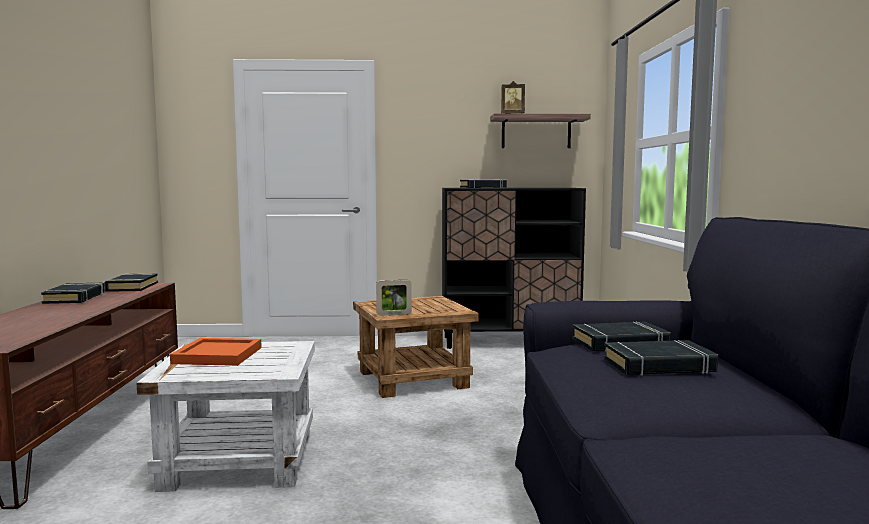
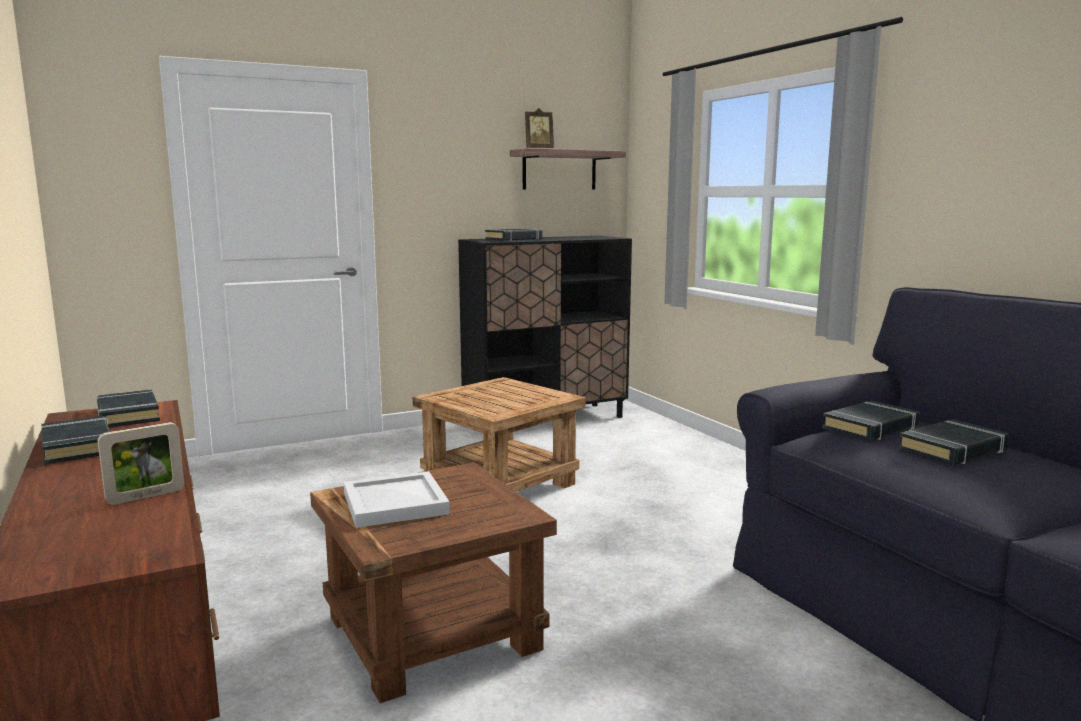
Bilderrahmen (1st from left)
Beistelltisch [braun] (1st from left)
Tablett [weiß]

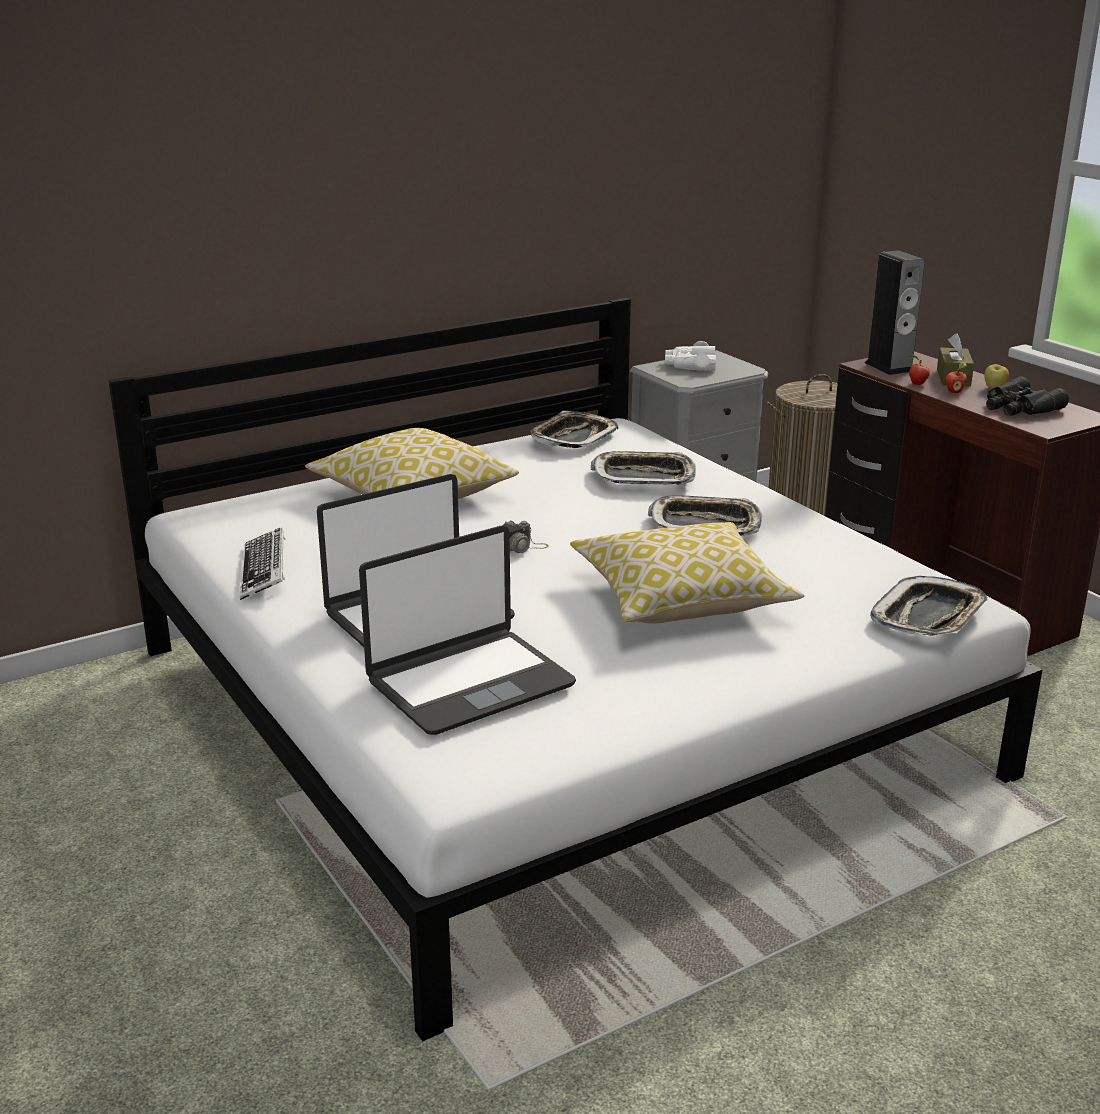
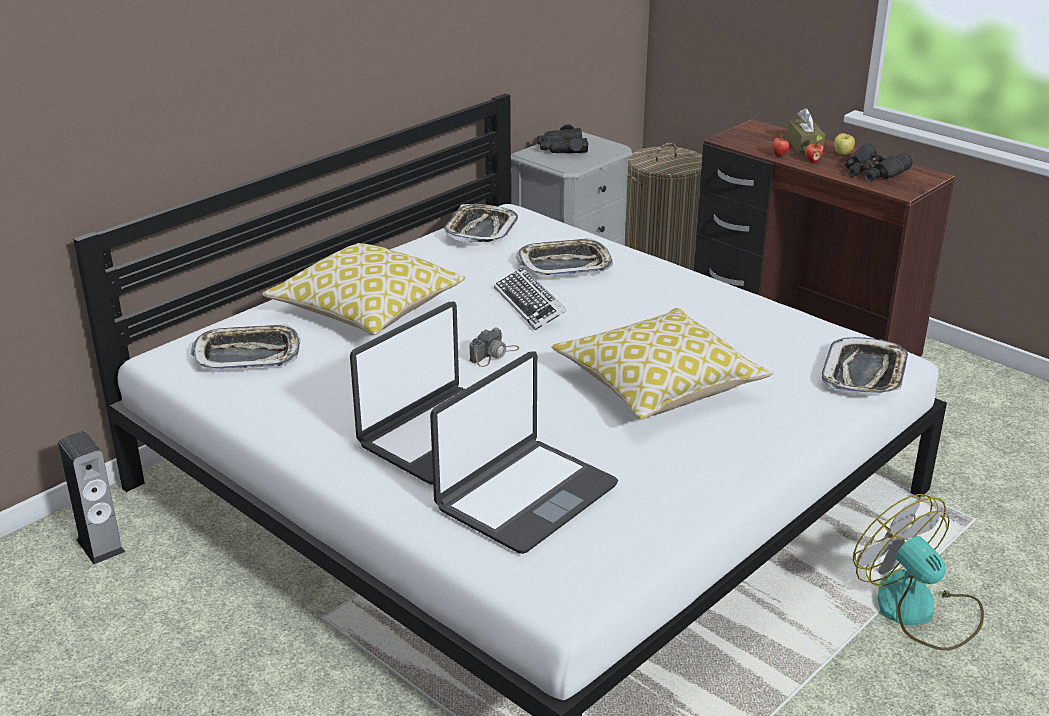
Ventilator
Tastatur
Tablett (1st from left)
Lautsprecher
Fernglas [schwarz] (1st from left)

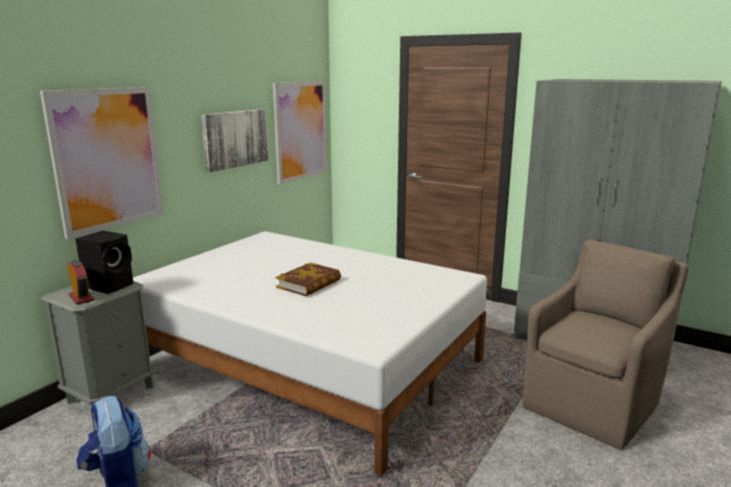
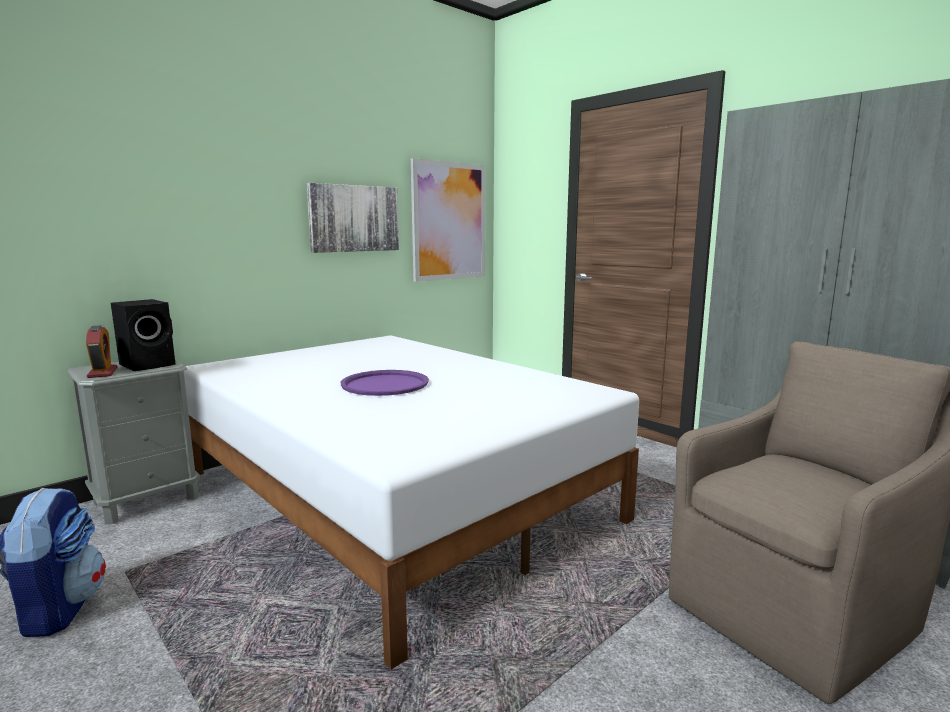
Bild (1st from left in the first image)
Tablett [lila]

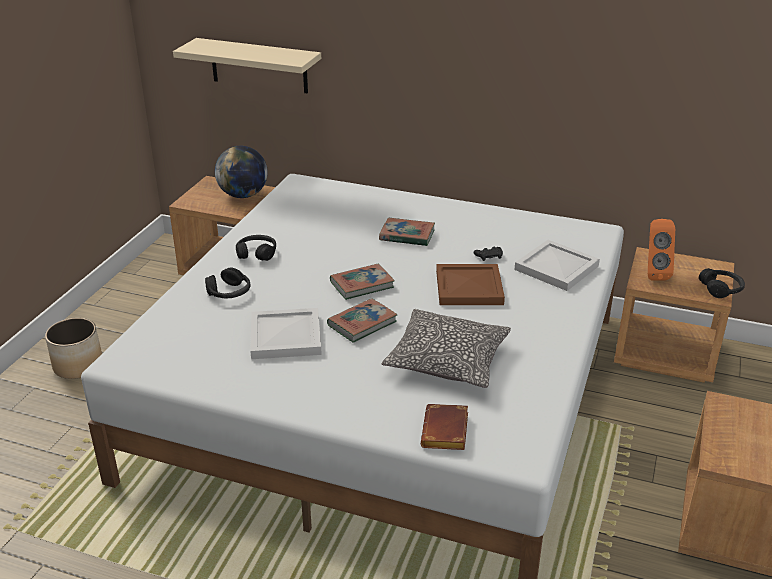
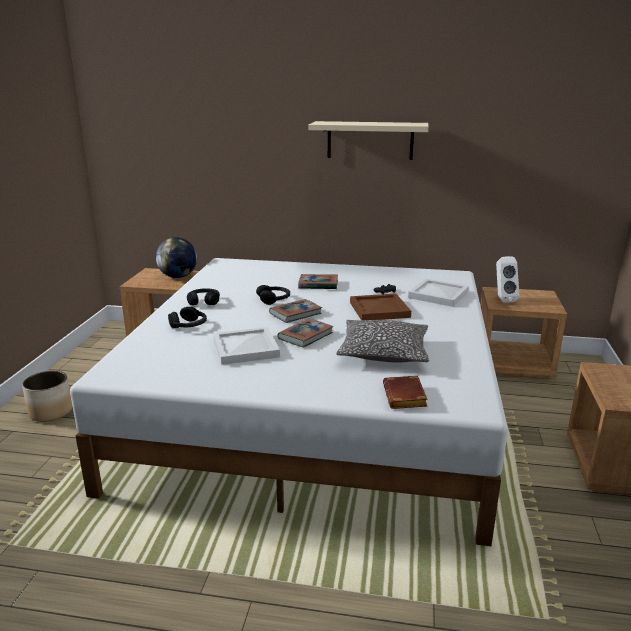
Wandregal [beige]
Kopfhörer [schwarz] (3rd from left)
Lautsprecher [weiß]

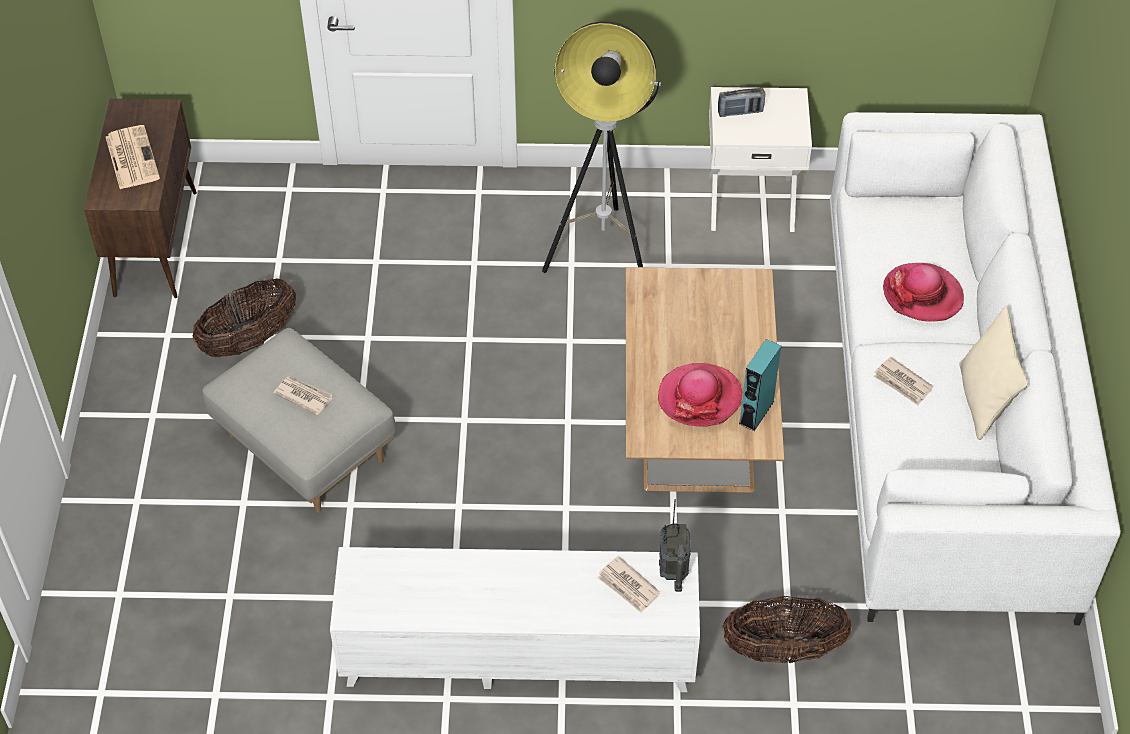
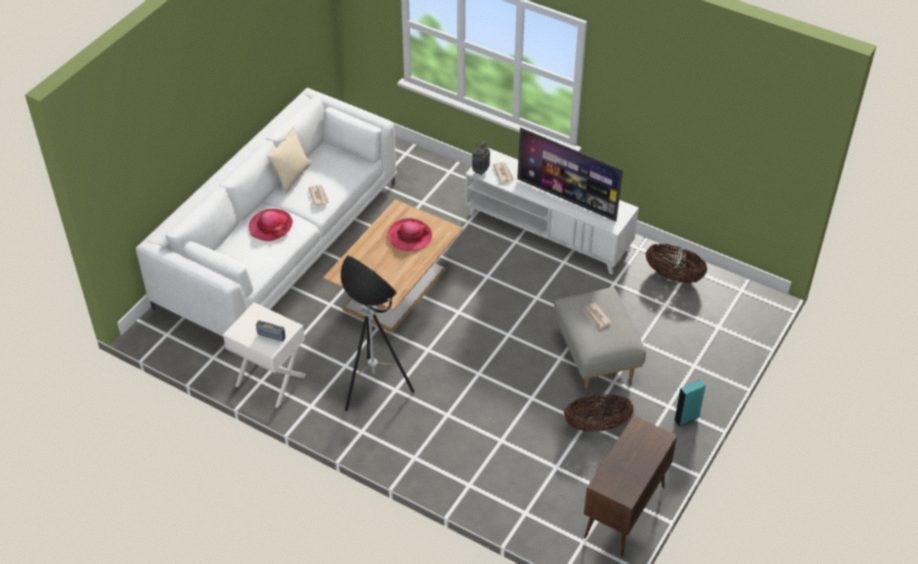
Zeitung (1st from left in the first image)
Fernseher
Korb (2nd from left)
Lautsprecher [türkis]

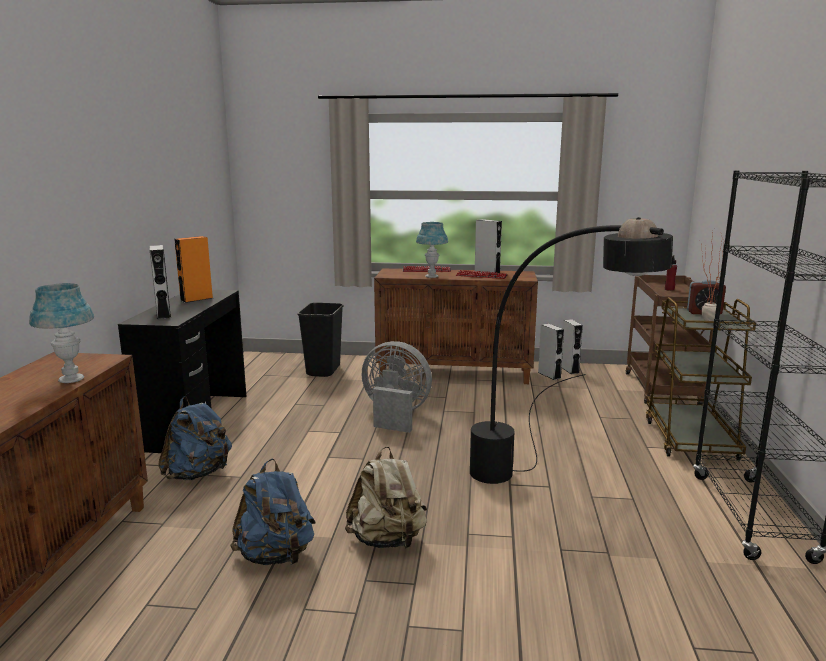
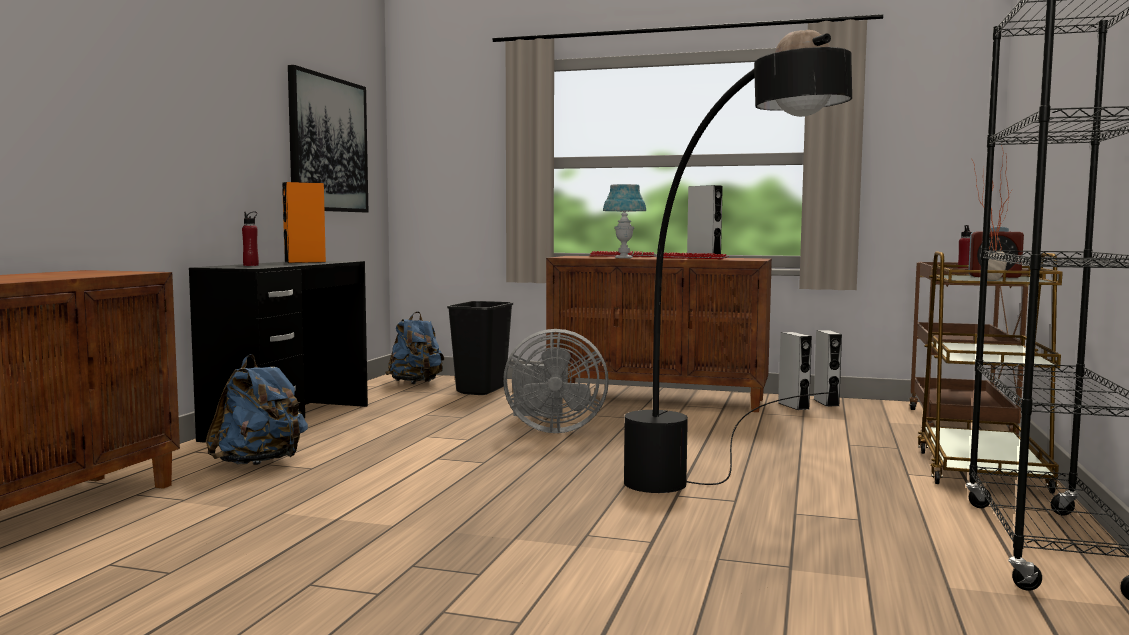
Tischlampe [blau] (1st from left in the first image)
Rucksack [beige]
Bild
Rucksack [blau] (2nd from left)
Flasche [rot] (1st from left)
Ventilator [grau]

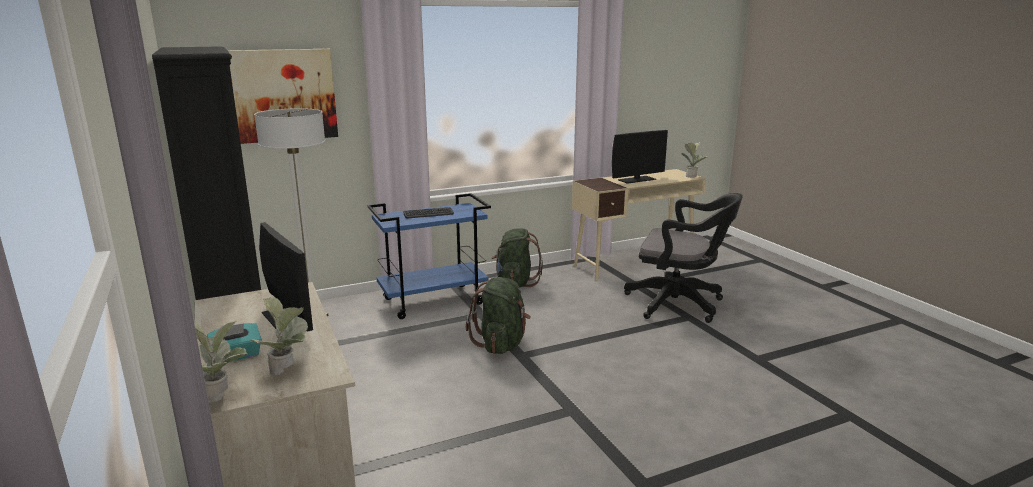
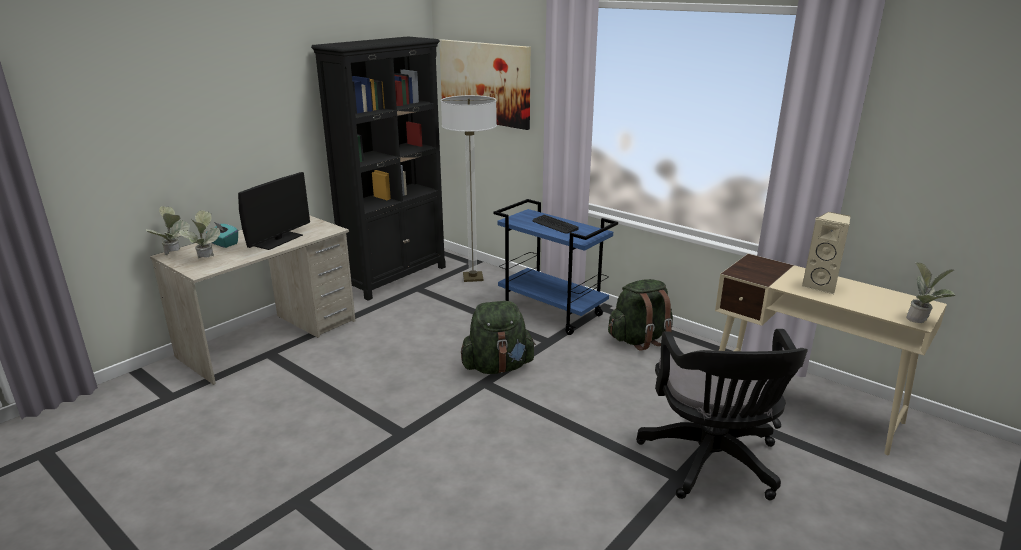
Lautsprecher [beige]

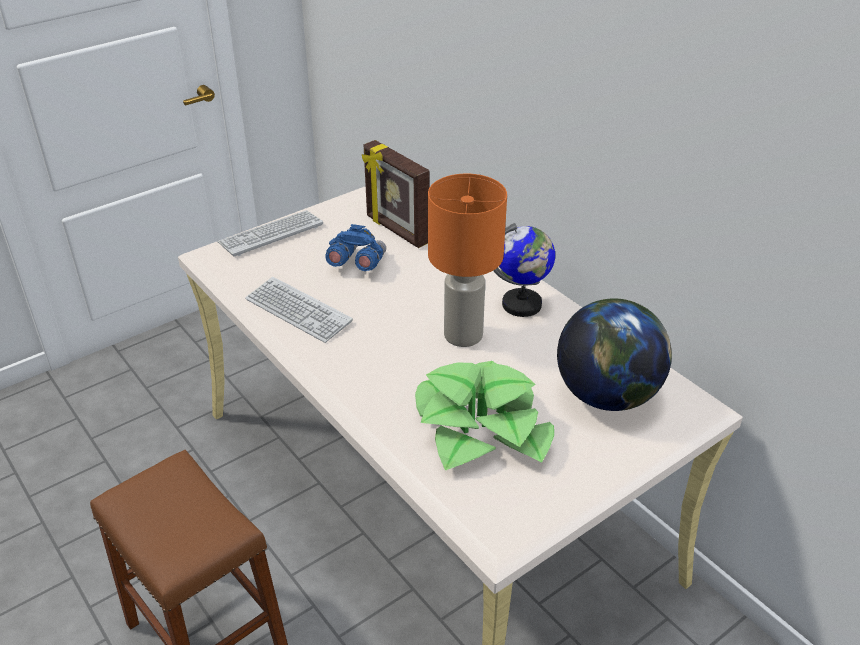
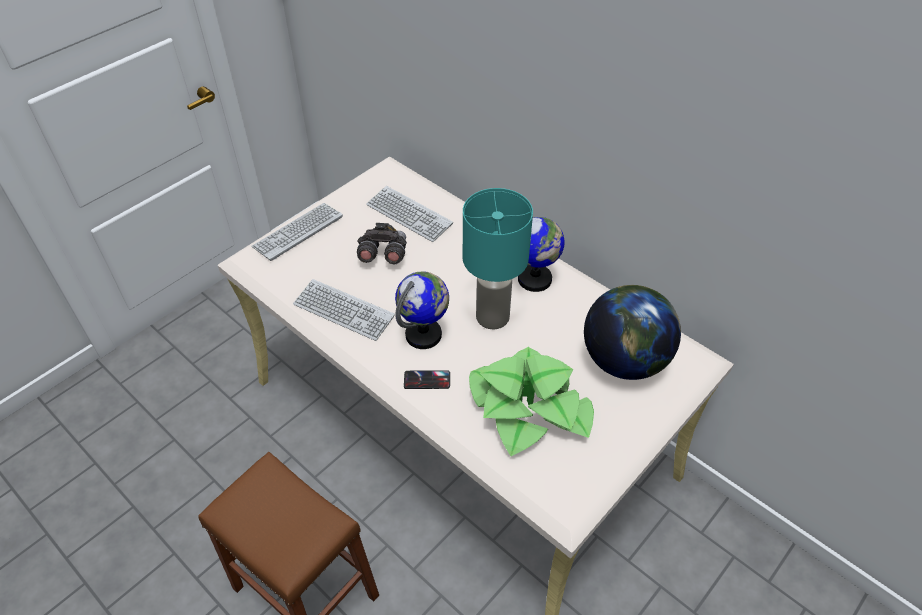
Globus (1st from left)
Handy
Tastatur (3rd from left)
Fernglas [grau]
Tischlampe [türkis]

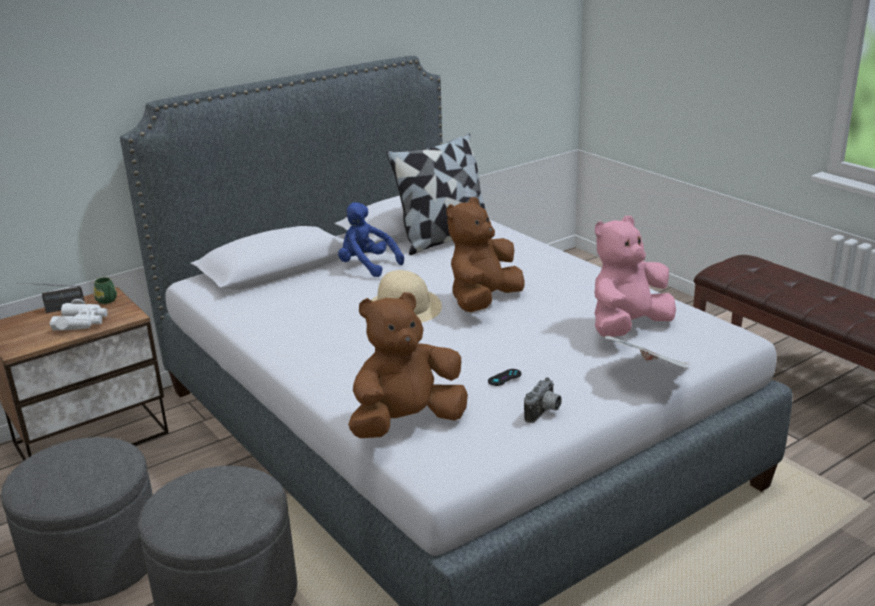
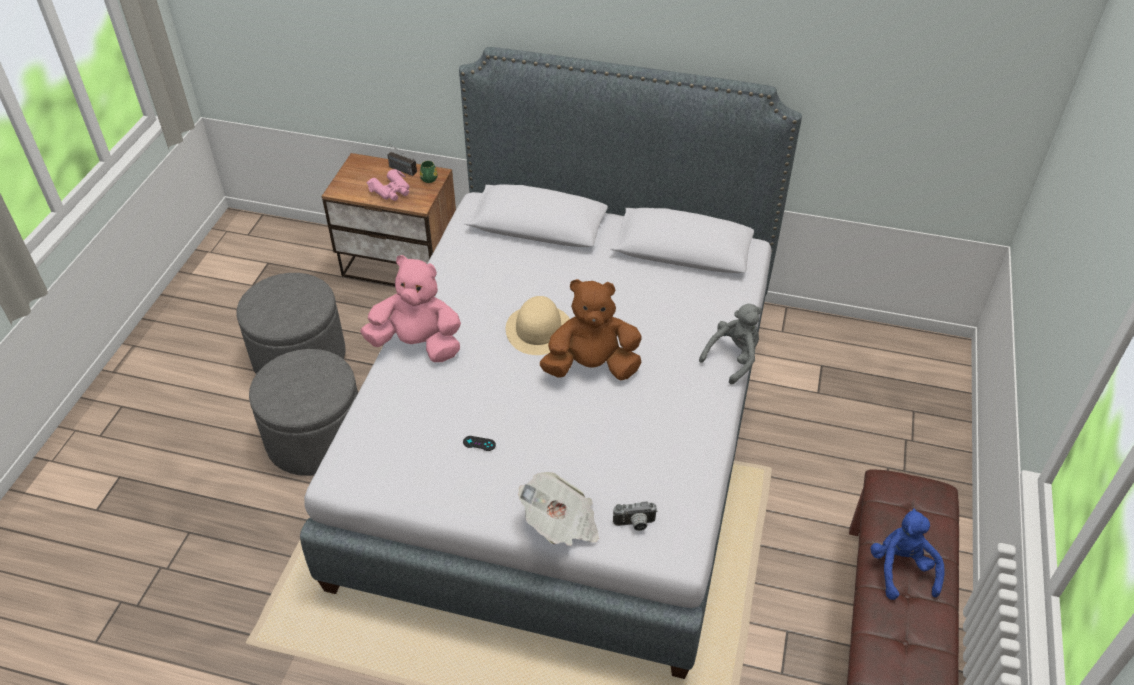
Plüschtier [braun] (1st from left in the first image)
Kissen
Plüschtier [grau]
Plüschtier [blau]
Kamera
Plüschtier [rosa]
Fernglas [rosa]

